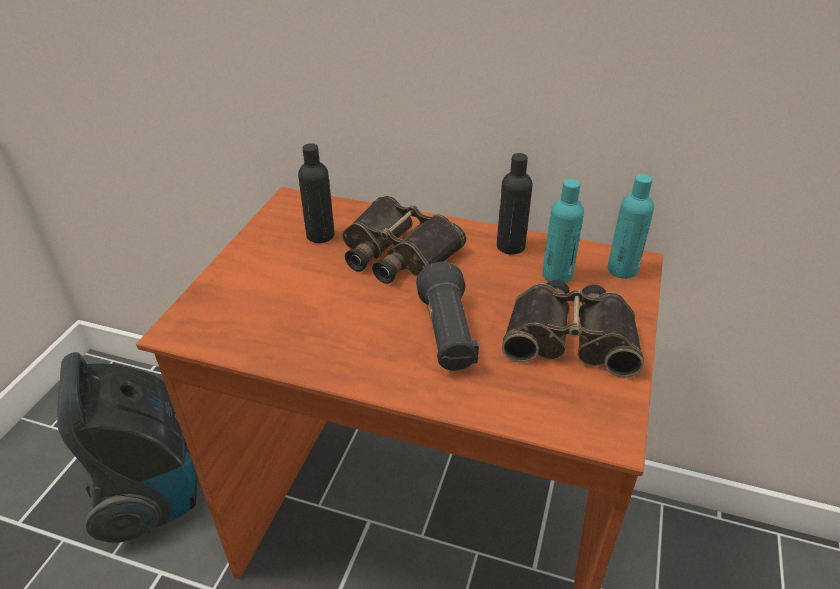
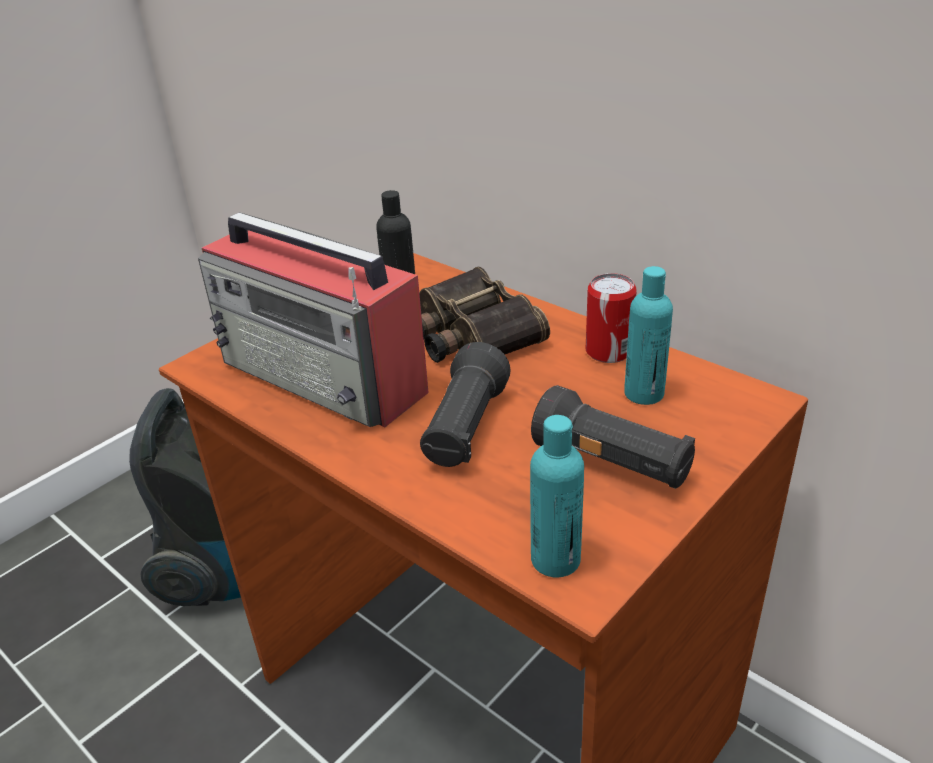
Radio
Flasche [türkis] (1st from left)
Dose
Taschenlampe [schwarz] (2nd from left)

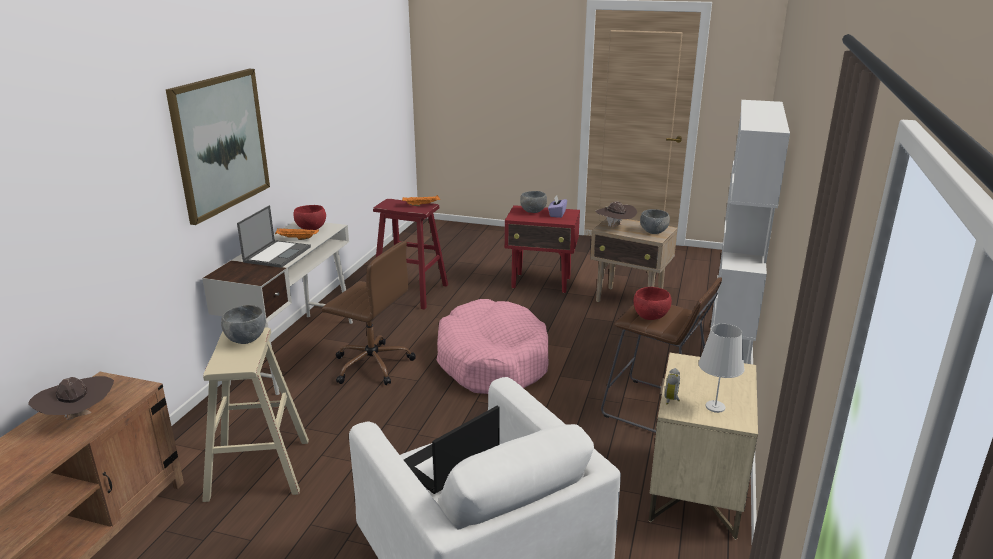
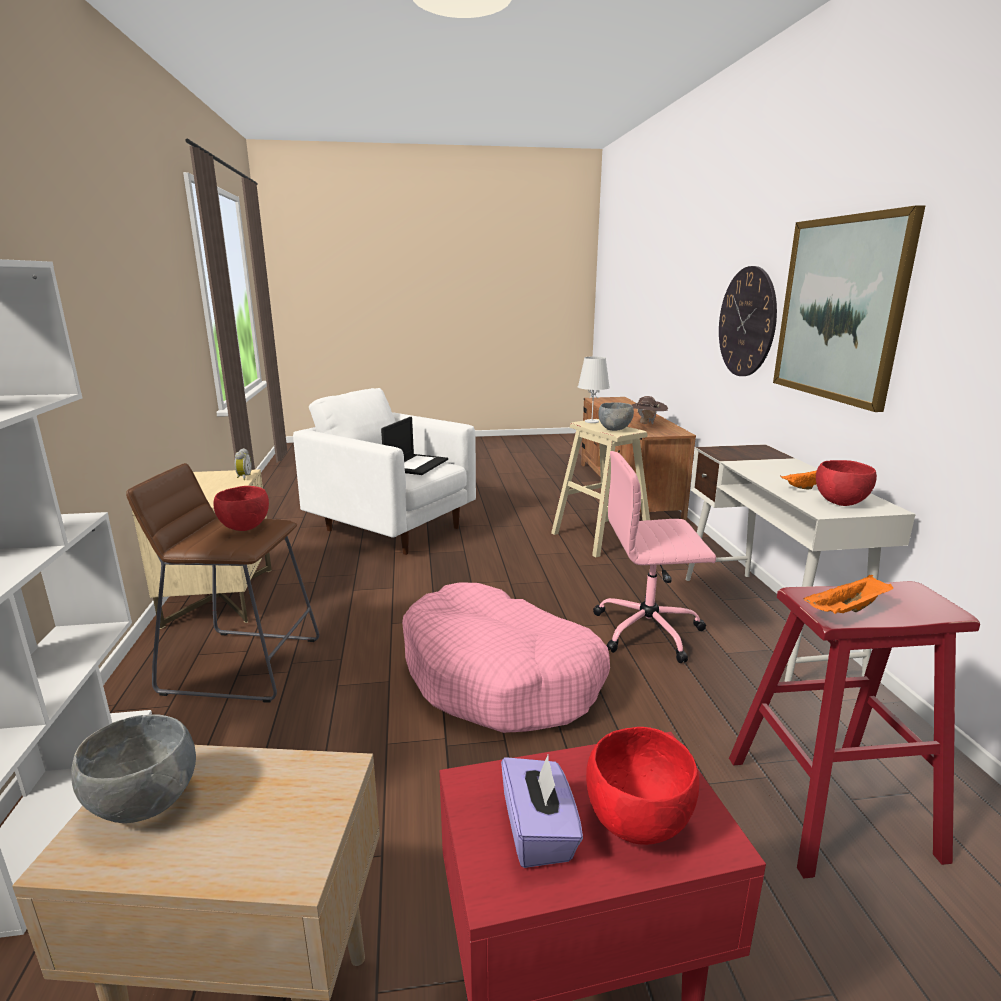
Laptop (1st from left in the first image)
Hut [braun] (2nd from left in the first image)
Wanduhr
Tischlampe [weiß]
Bürostuhl [rosa]
Schüssel [rot] (2nd from left)

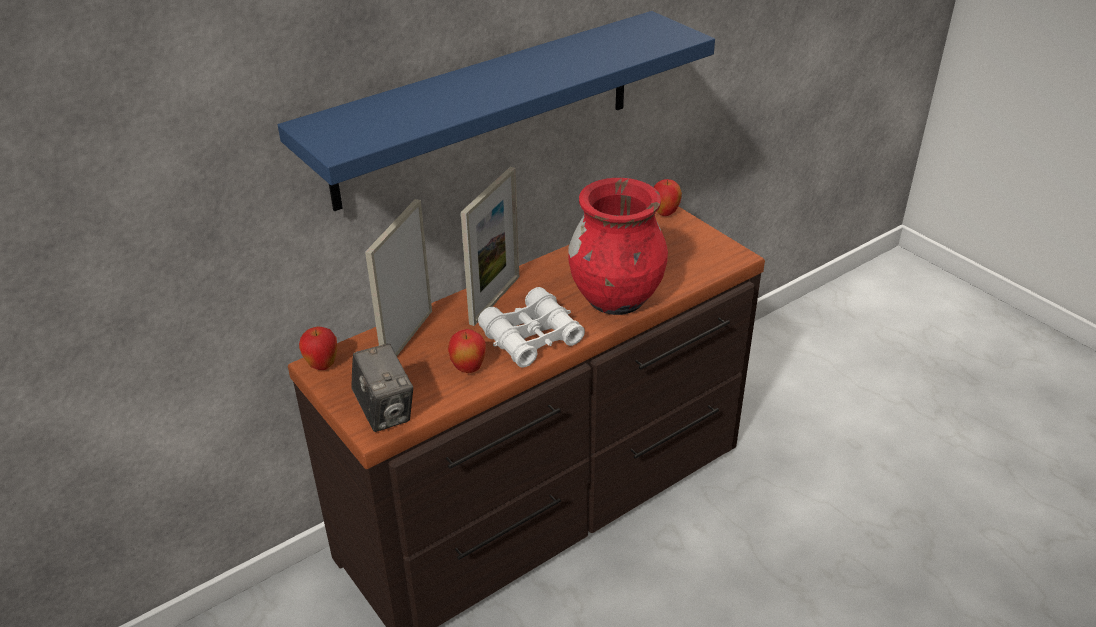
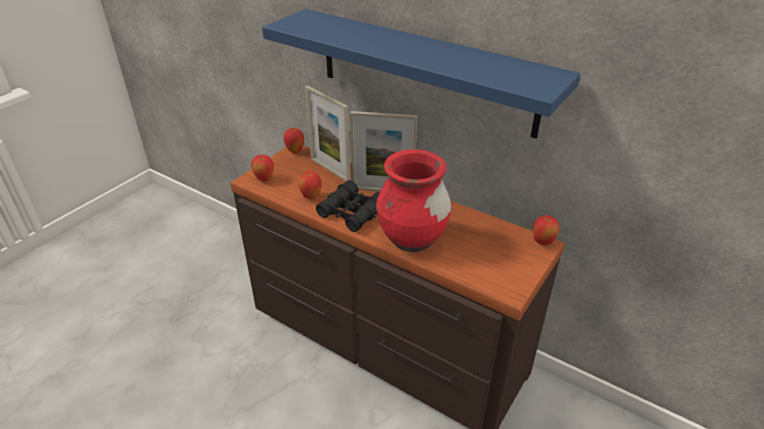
Apfel (1st from left)
Fernglas [schwarz]
Bilderrahmen (1st from left)

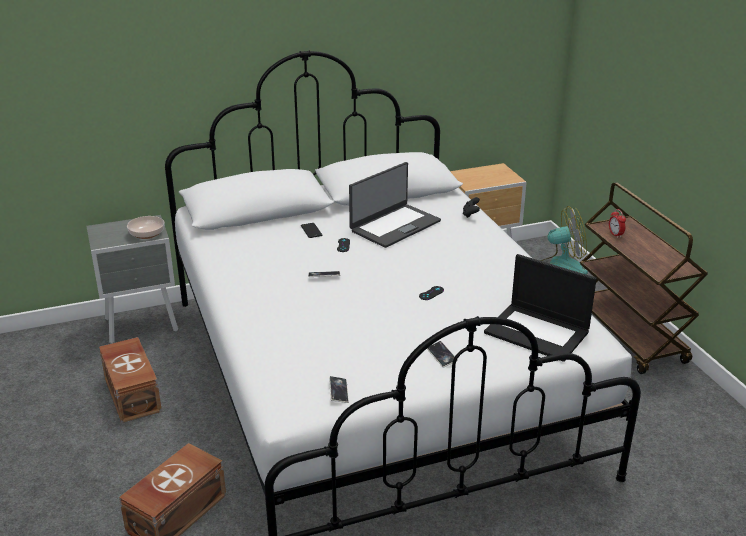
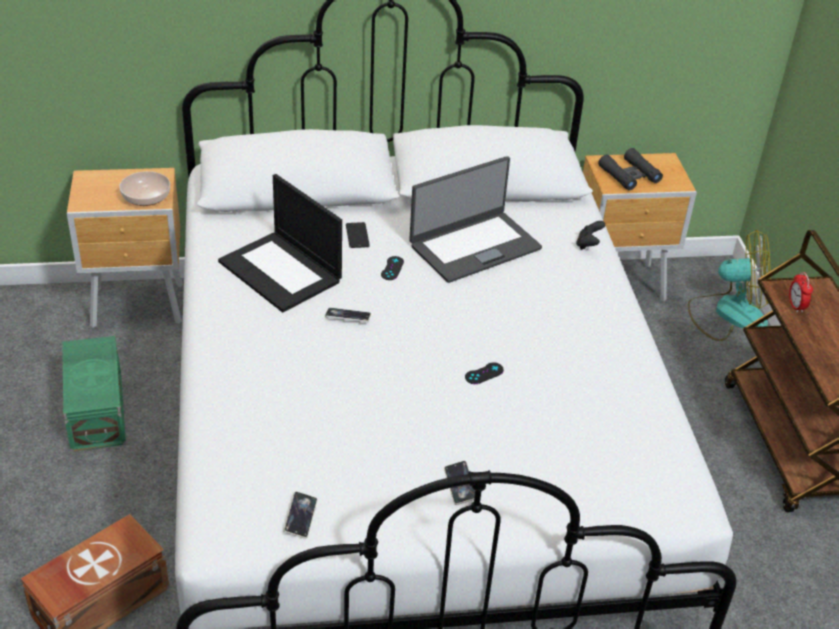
Fernglas [schwarz]
Laptop (1st from left)
Nachttisch [braun] (1st from left)
Aufbewahrungsbox [grün]

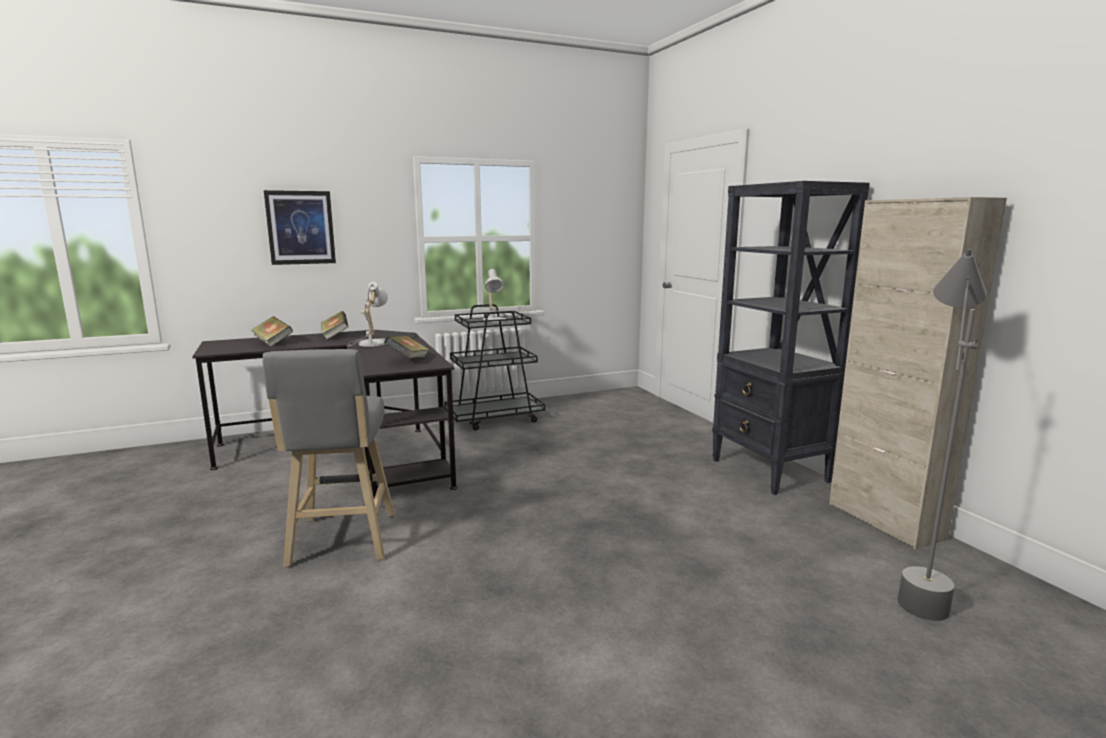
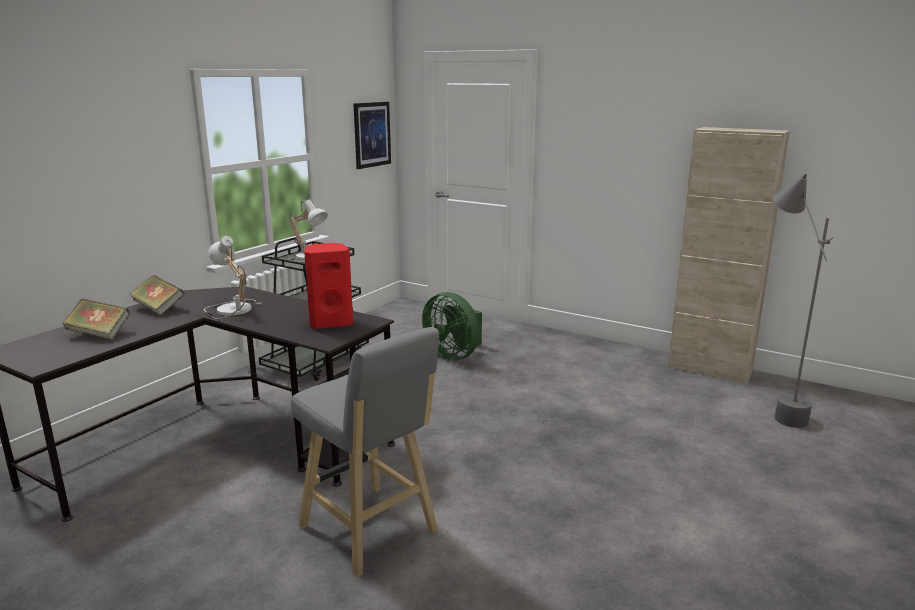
Bücherregal [schwarz]
Ventilator [grün]
Bild
Lautsprecher [rot]

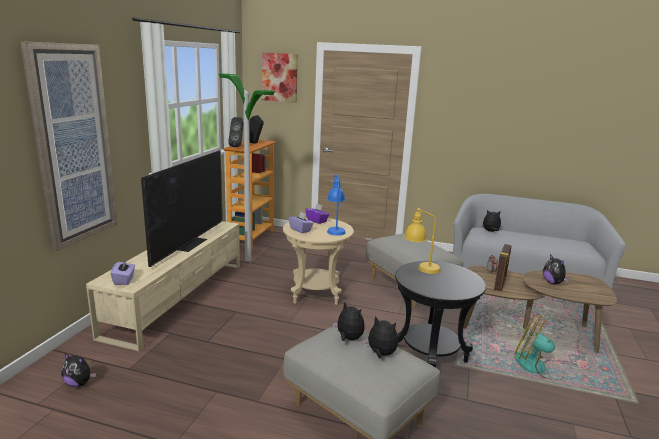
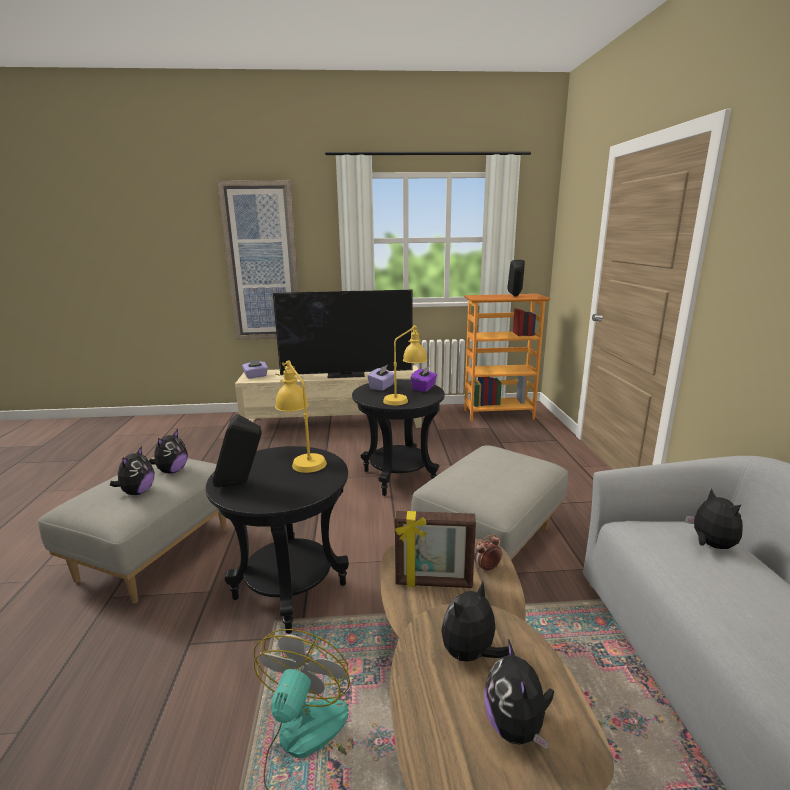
Stehlampe
Bild (2nd from left in the first image)
Plüschtier (4th from left)
Lautsprecher [schwarz] (1st from left)
Beistelltisch [schwarz] (2nd from left)
Tischlampe [gelb] (2nd from left)

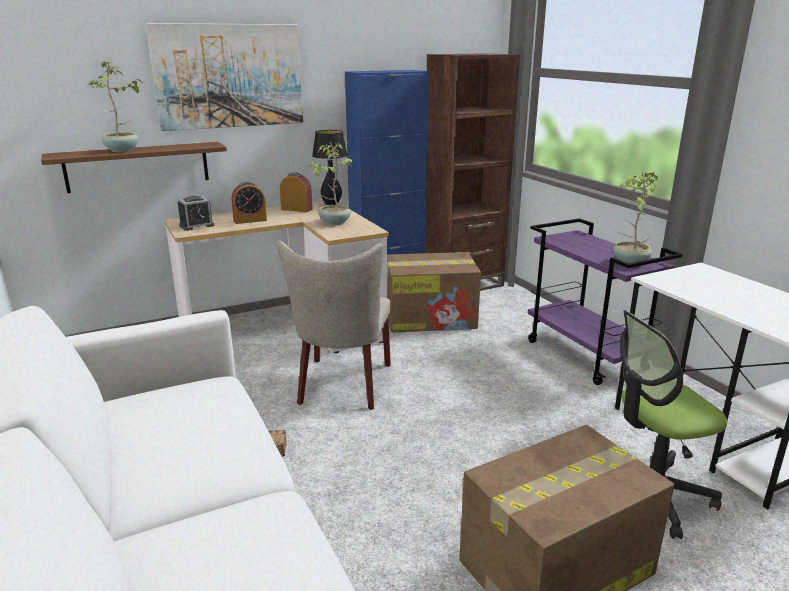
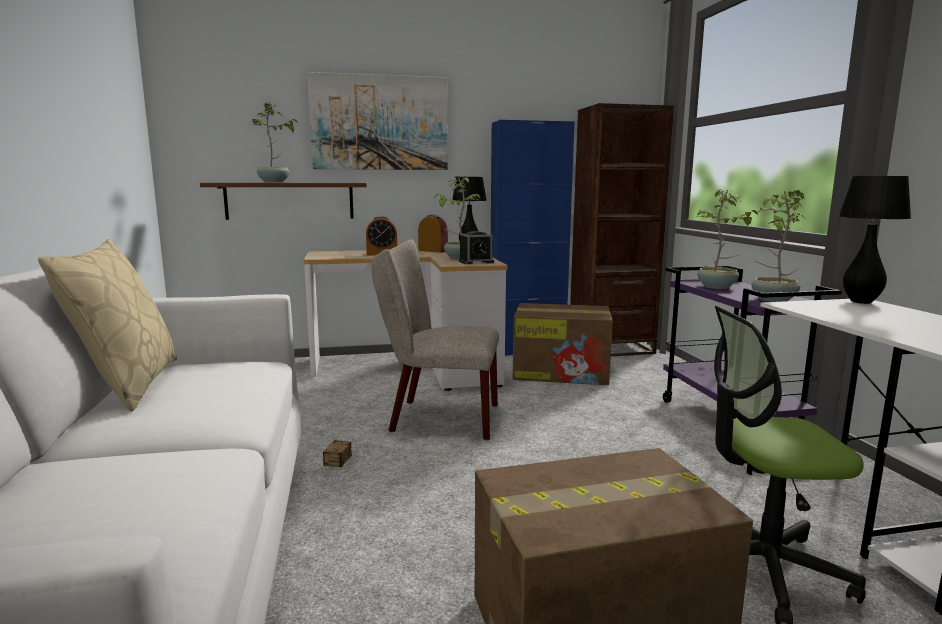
Kissen [beige]
Topfpflanze (3rd from left)
Tischlampe [schwarz] (2nd from left)
Wecker (3rd from left)
Stuhl [beige]

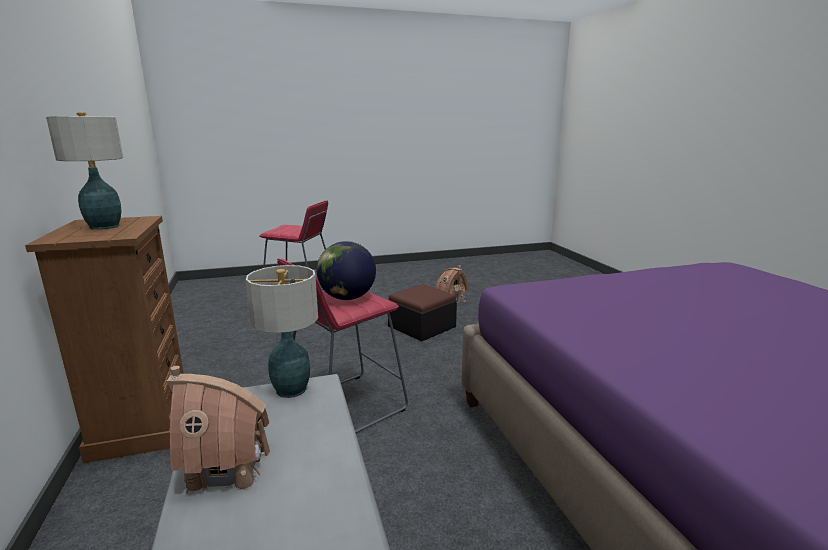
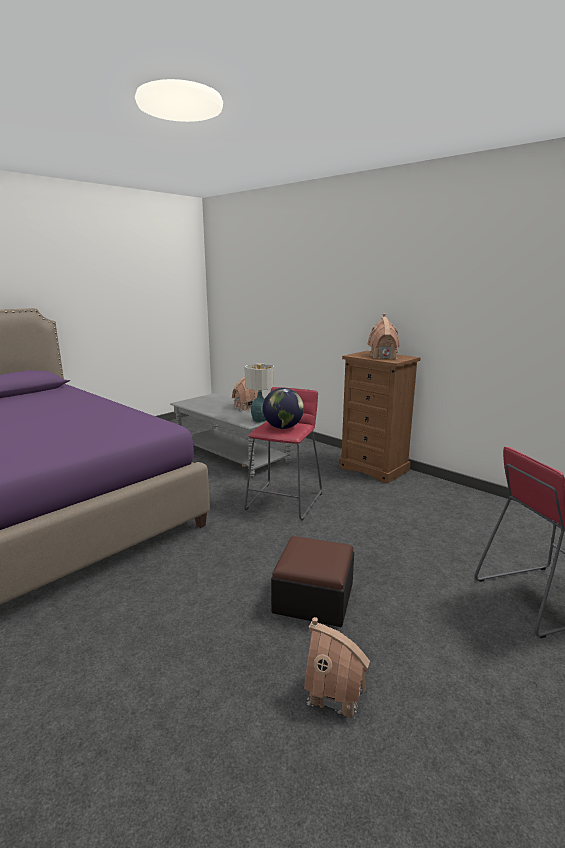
Spielzeughaus (3rd from left)

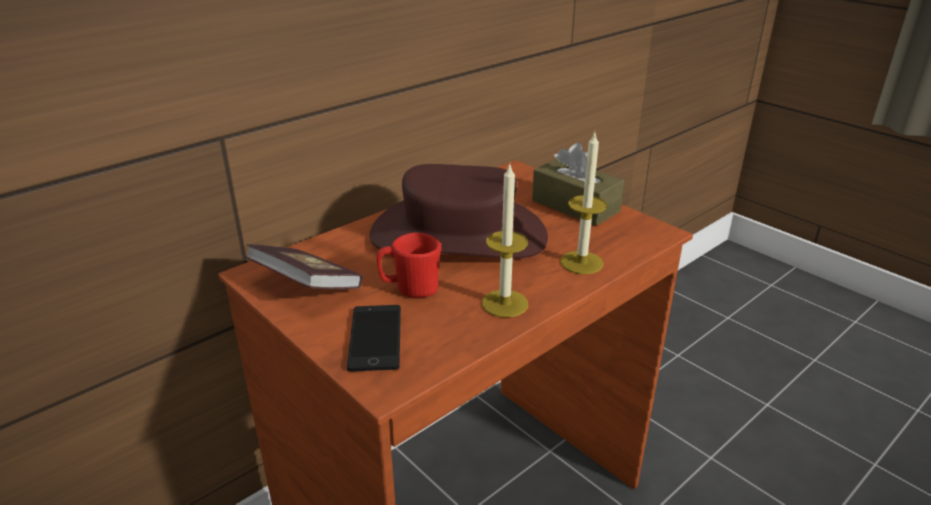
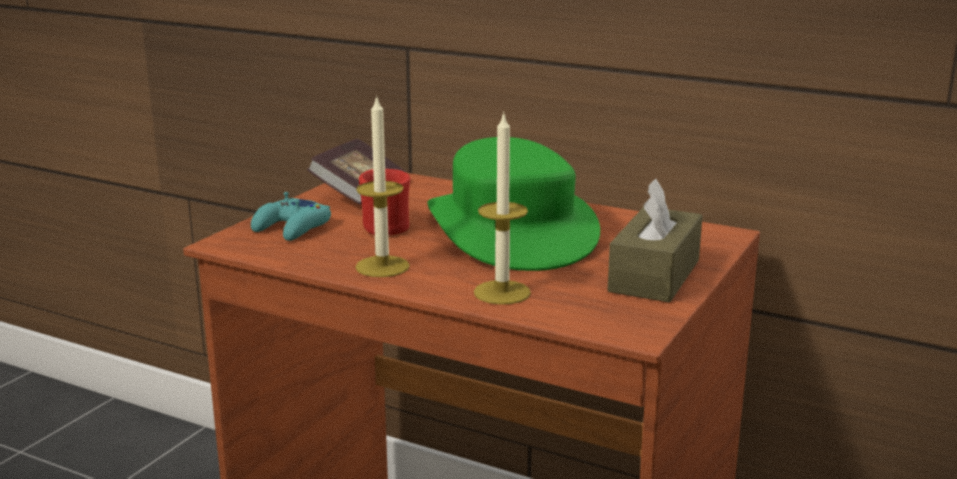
Gamepad [türkis]
Hut [grün]

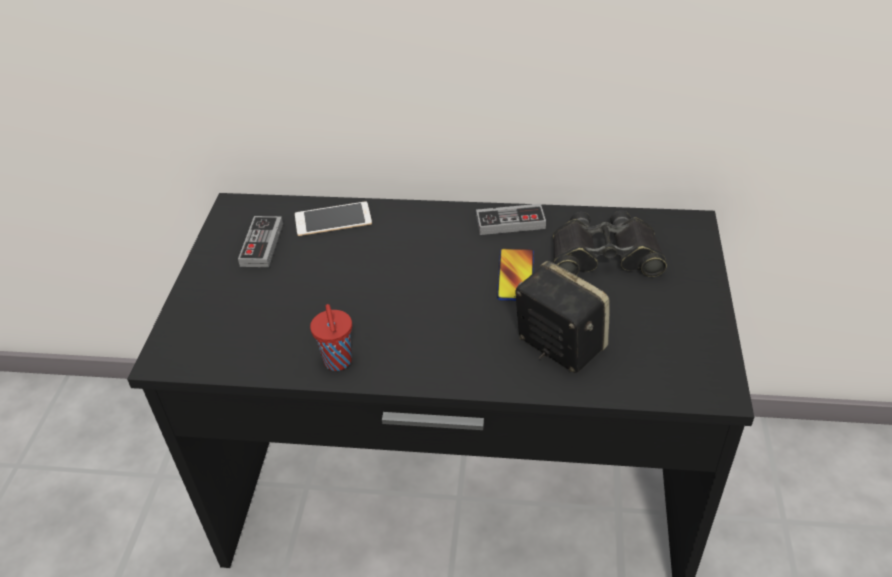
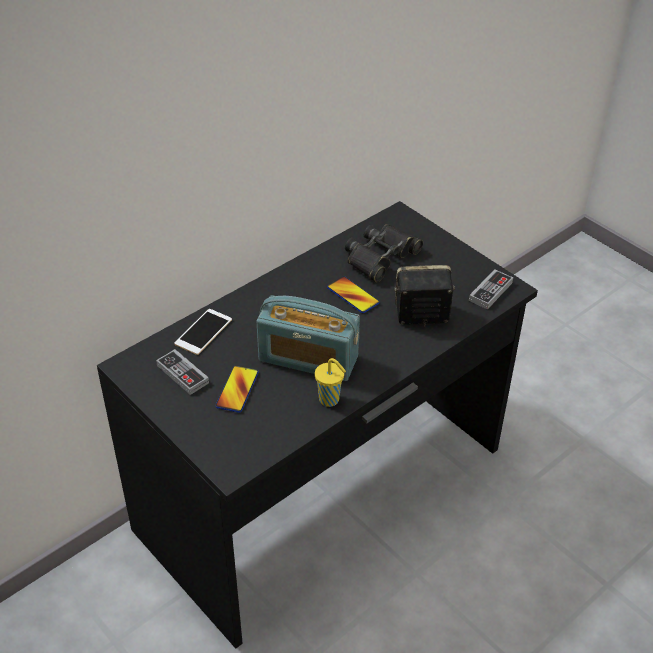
Handy (2nd from left)
Radio
Gamepad (2nd from left)
Tasse [gelb]

